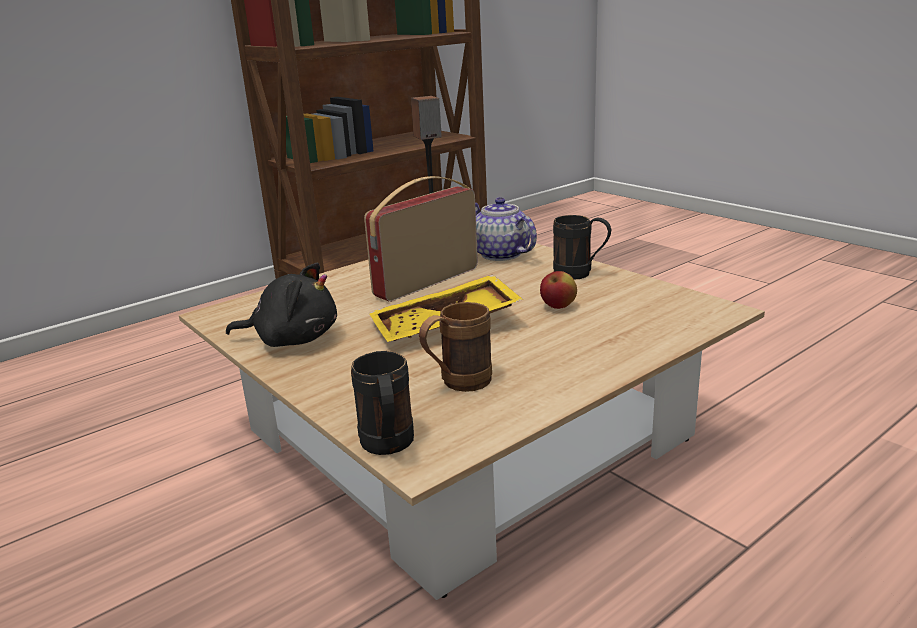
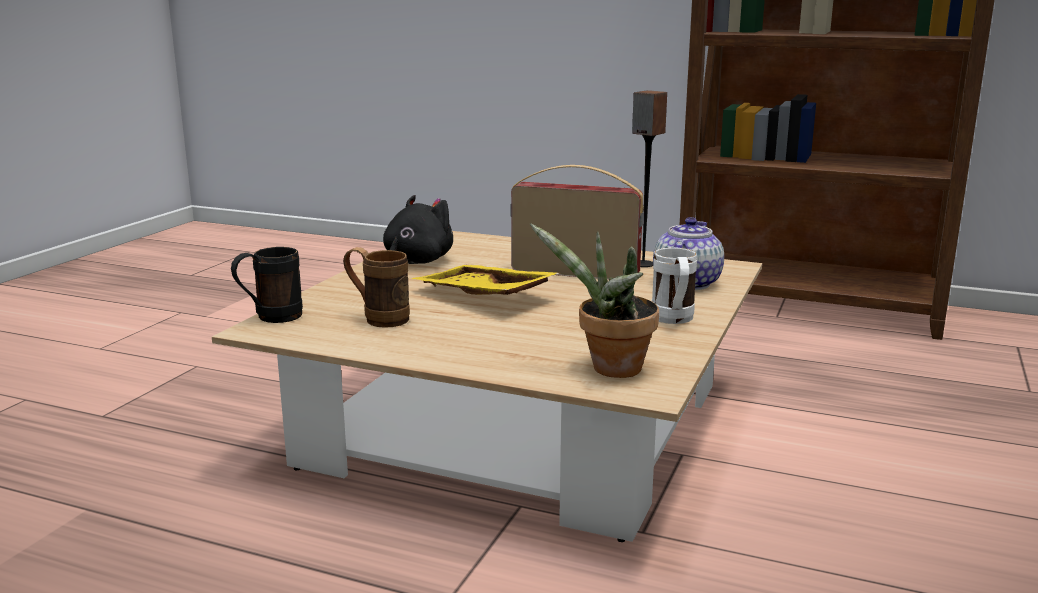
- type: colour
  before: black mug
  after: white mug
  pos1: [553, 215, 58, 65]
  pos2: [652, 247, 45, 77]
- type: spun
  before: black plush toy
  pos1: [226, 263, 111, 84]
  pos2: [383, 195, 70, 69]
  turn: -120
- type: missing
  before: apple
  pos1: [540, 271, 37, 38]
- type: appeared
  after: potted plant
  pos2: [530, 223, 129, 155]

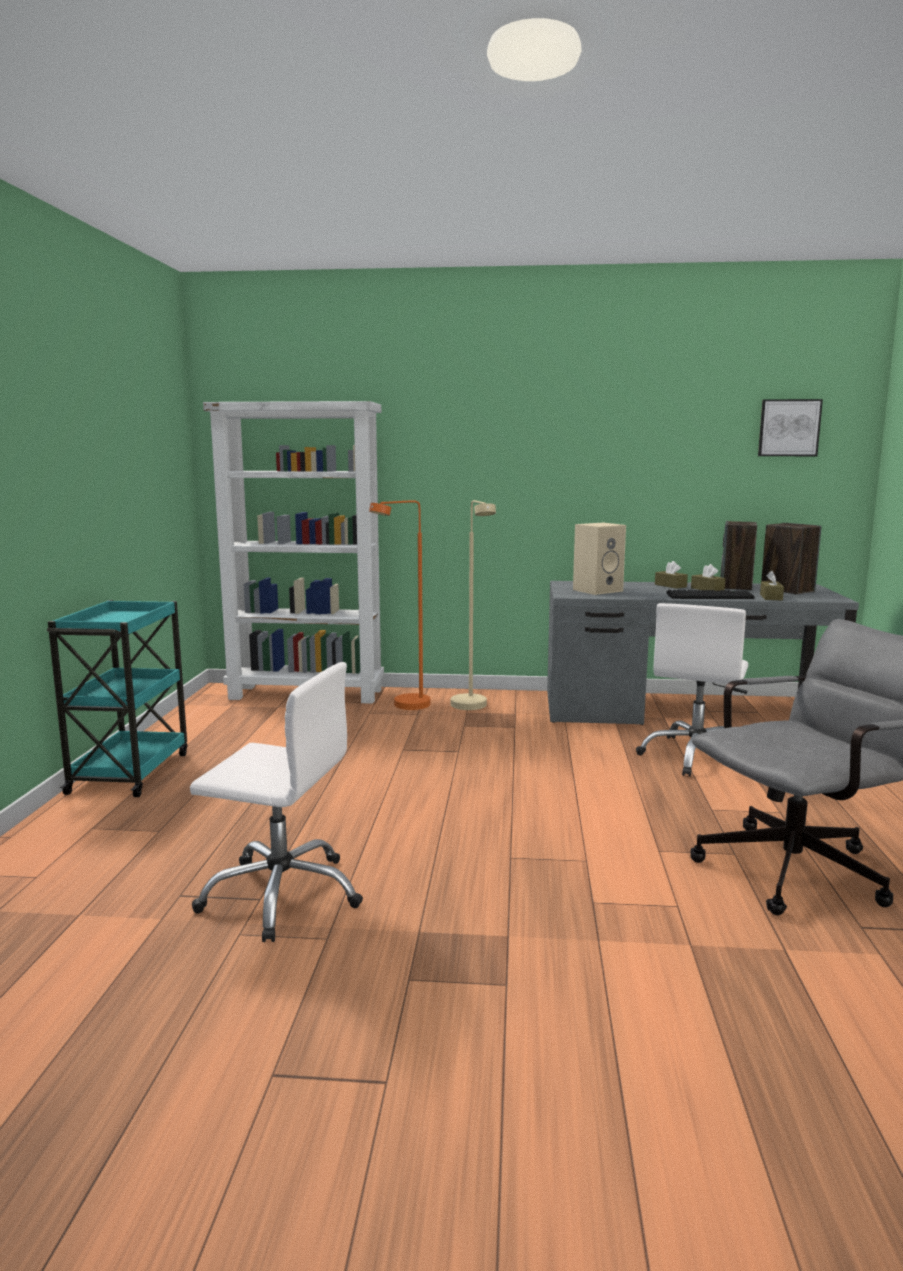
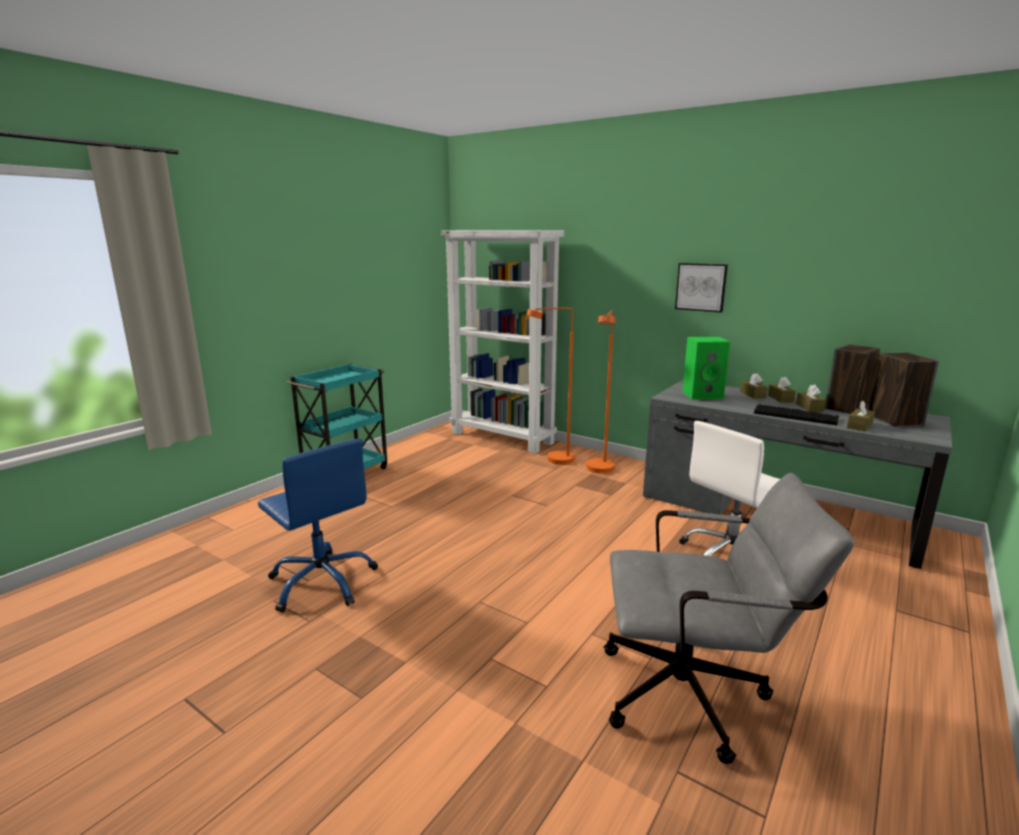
- type: relocated
  before: picture
  pos1: [758, 399, 65, 57]
  pos2: [675, 263, 53, 49]
- type: colour
  before: beige floor lamp
  after: orange floor lamp
  pos1: [451, 500, 45, 210]
  pos2: [586, 310, 30, 164]
- type: colour
  before: beige speaker
  after: green speaker
  pos1: [573, 523, 53, 72]
  pos2: [682, 337, 48, 62]
- type: colour
  before: white office chair
  after: blue office chair
  pos1: [190, 662, 173, 280]
  pos2: [258, 438, 120, 175]
- type: appeared
  after: brown tissue box
  pos2: [740, 373, 28, 26]

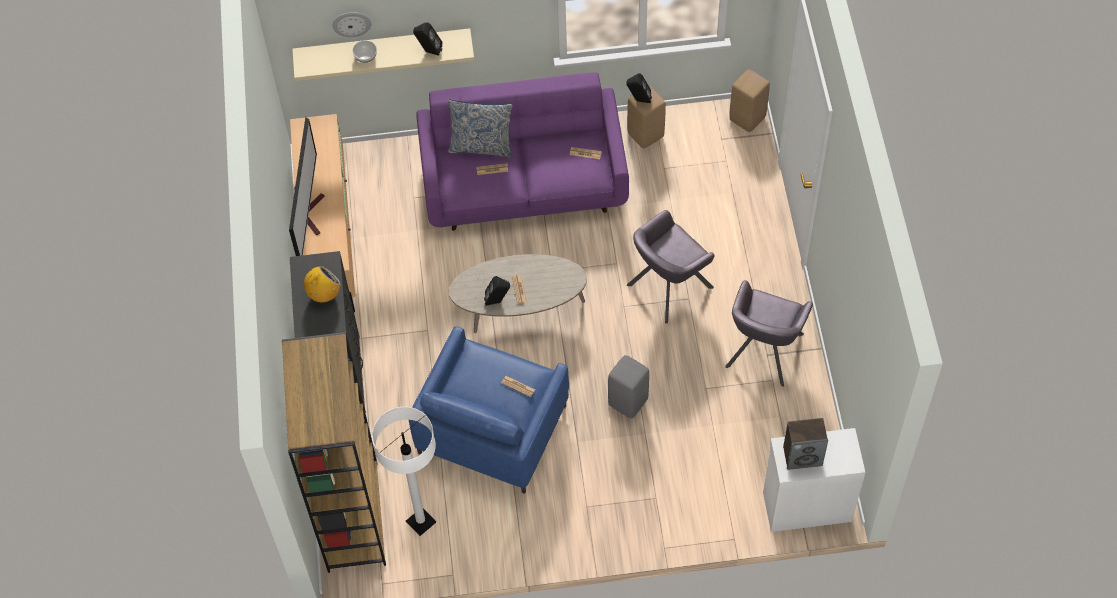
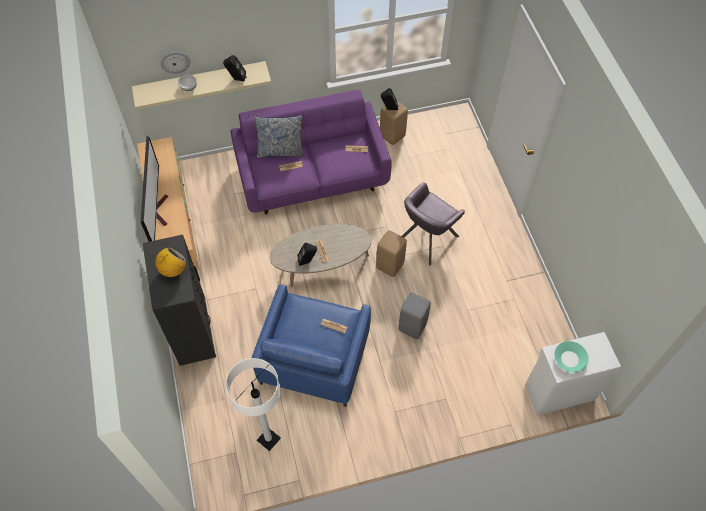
- type: relocated
  before: beige stool
  pos1: [729, 70, 41, 62]
  pos2: [376, 230, 31, 47]
- type: missing
  before: grey armchair
  pos1: [725, 280, 88, 107]
- type: missing
  before: brown bookcase
  pos1: [282, 332, 104, 241]
- type: exchanged
  before: speaker
  after: turquoise bowl
  pos1: [783, 418, 45, 52]
  pos2: [554, 341, 35, 32]

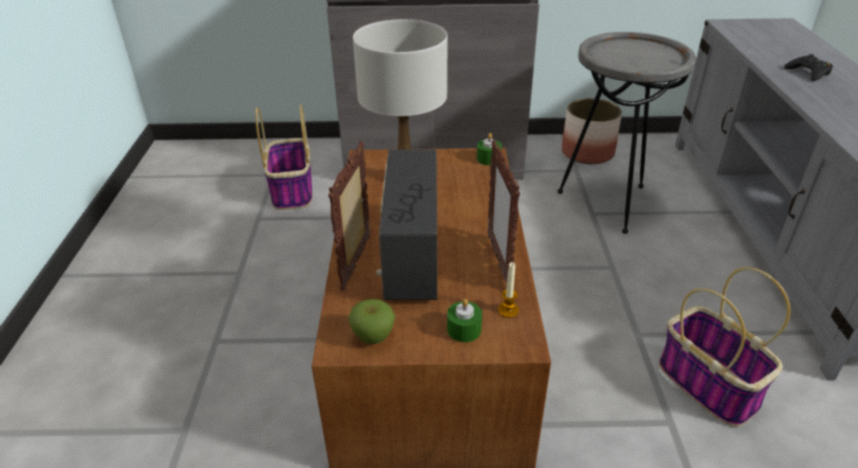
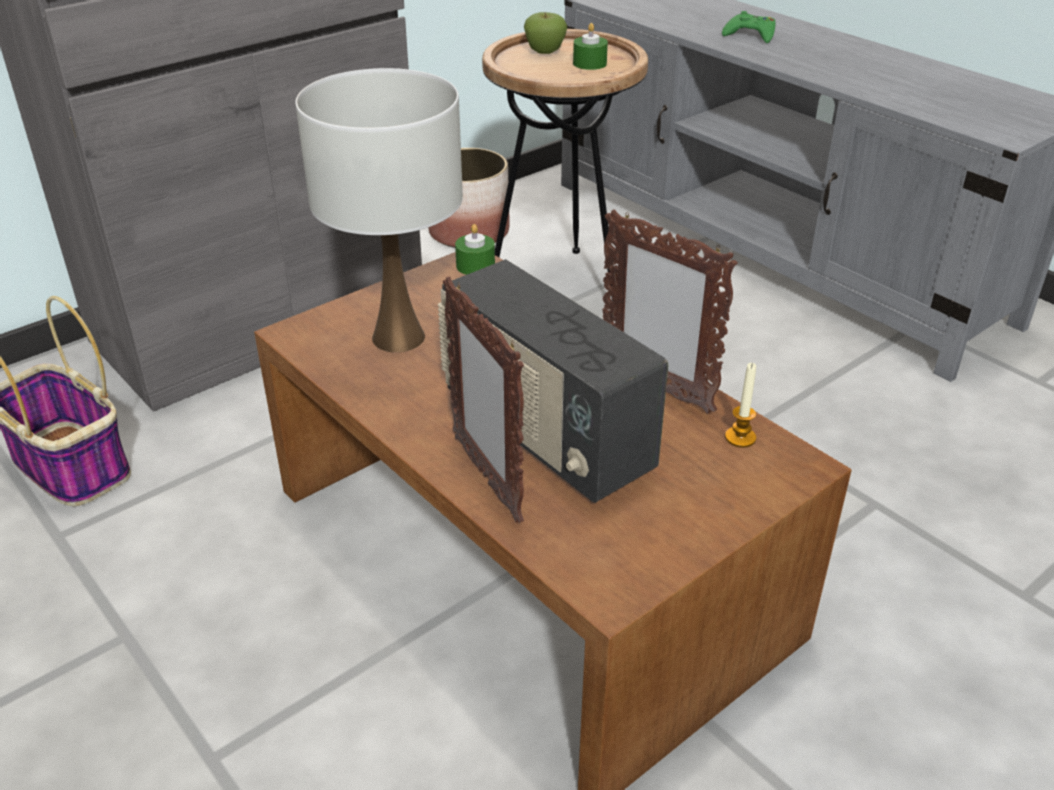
- type: colour
  before: grey side table
  after: brown side table
  pos1: [558, 32, 138, 202]
  pos2: [482, 29, 166, 272]
- type: colour
  before: black game controller
  after: green game controller
  pos1: [784, 54, 49, 27]
  pos2: [722, 11, 53, 32]
- type: missing
  before: basket
  pos1: [659, 267, 131, 160]
- type: relocated
  before: apple
  pos1: [348, 299, 47, 45]
  pos2: [524, 12, 44, 42]
- type: relocated
  before: green candle
  pos1: [447, 299, 35, 43]
  pos2: [573, 23, 35, 47]

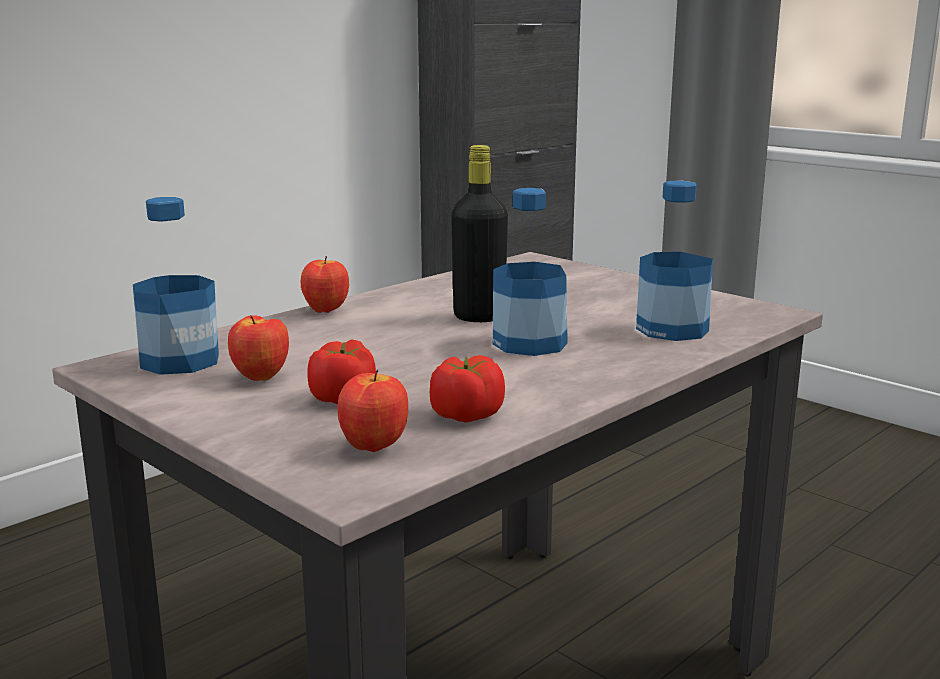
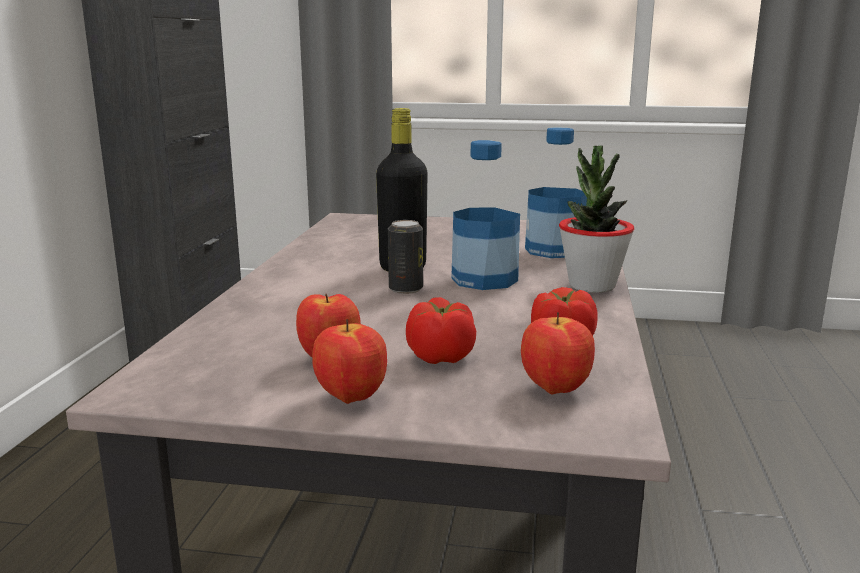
- type: missing
  before: bottle
  pos1: [133, 197, 86, 178]
- type: relocated
  before: apple
  pos1: [301, 256, 48, 57]
  pos2: [312, 319, 75, 85]
- type: appeared
  after: potted plant
  pos2: [559, 146, 75, 147]
- type: appeared
  after: can
  pos2: [388, 220, 35, 74]

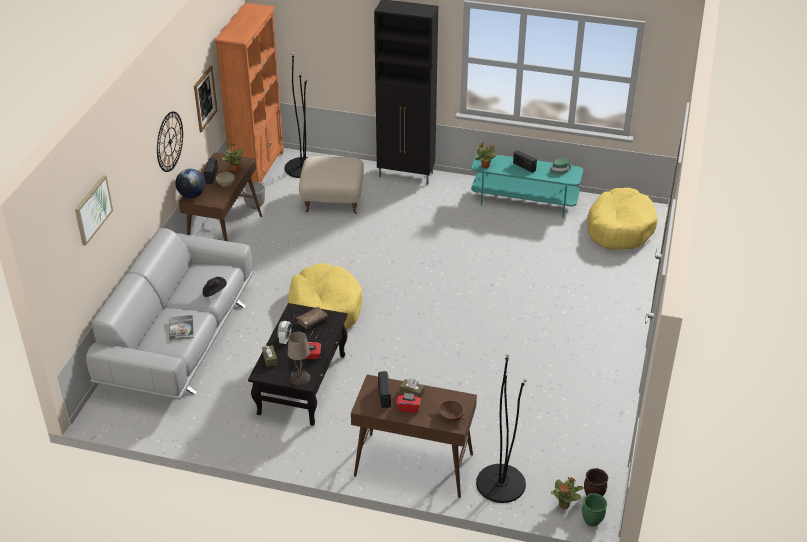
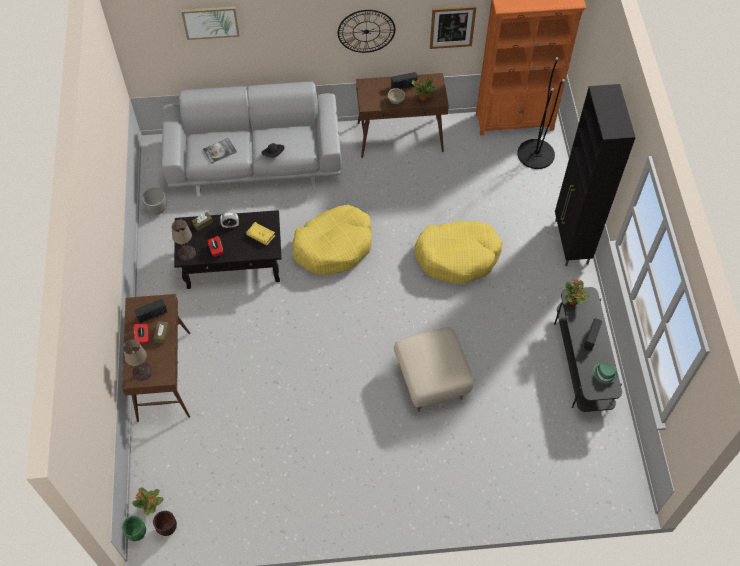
- type: colour
  before: turquoise tv stand
  after: grey tv stand
  pos1: [471, 155, 112, 63]
  pos2: [554, 287, 68, 125]
- type: relocated
  before: beige ottoman
  pos1: [299, 156, 65, 58]
  pos2: [394, 327, 80, 85]
- type: missing
  before: globe
  pos1: [176, 169, 29, 29]
- type: relocated
  before: planter
  pos1: [242, 182, 23, 27]
  pos2: [142, 188, 25, 27]
- type: relocated
  before: yellow dog bed
  pos1: [587, 188, 71, 62]
  pos2: [414, 221, 88, 63]
- type: colour
  before: brown book
  after: yellow book
  pos1: [296, 307, 32, 22]
  pos2: [246, 222, 29, 23]
- type: missing
  before: black floor lamp
  pos1: [476, 354, 51, 149]
- type: exchanged
  before: brown bowl
  after: beige table lamp
  pos1: [436, 400, 30, 21]
  pos2: [123, 340, 30, 41]

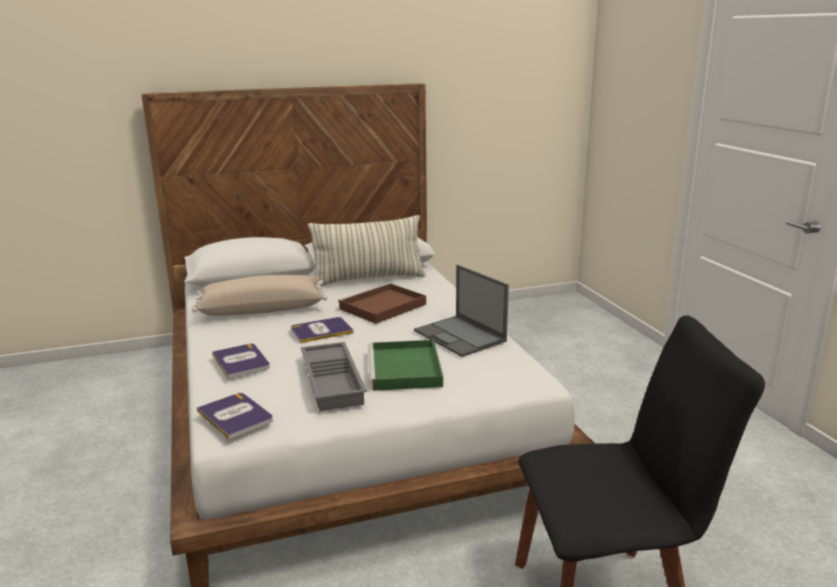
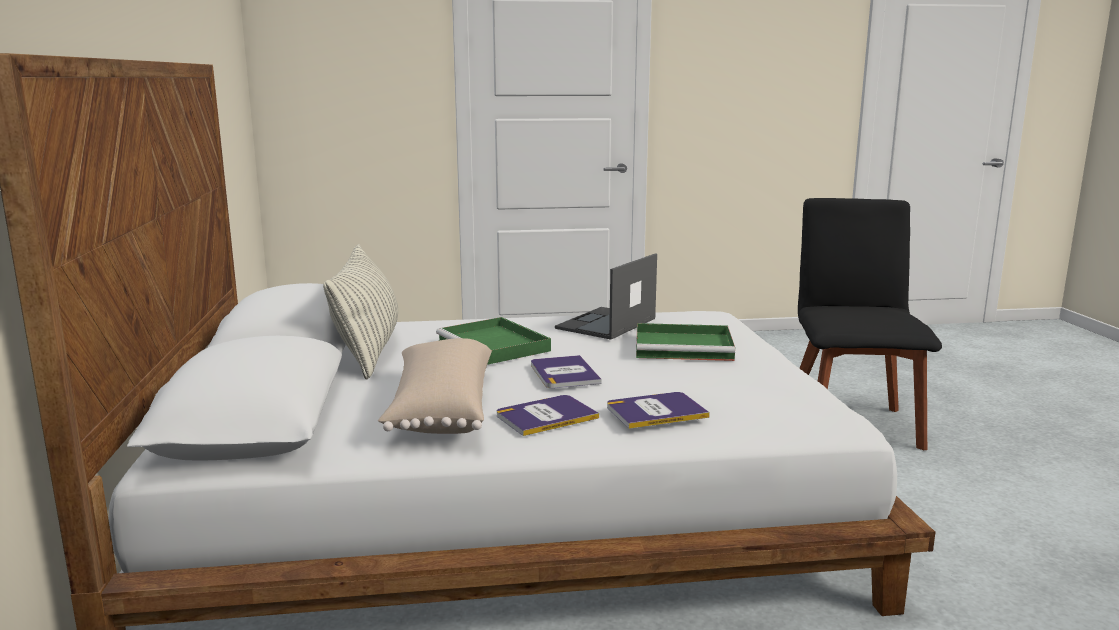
- type: spun
  before: laptop
  pos1: [414, 265, 95, 92]
  pos2: [555, 253, 102, 86]
  turn: 150
- type: colour
  before: brown tray
  after: green tray
  pos1: [338, 283, 88, 41]
  pos2: [436, 317, 115, 48]
- type: missing
  before: grey tray
  pos1: [301, 342, 66, 70]
- type: relocated
  before: book
  pos1: [197, 393, 76, 46]
  pos2: [497, 395, 102, 41]

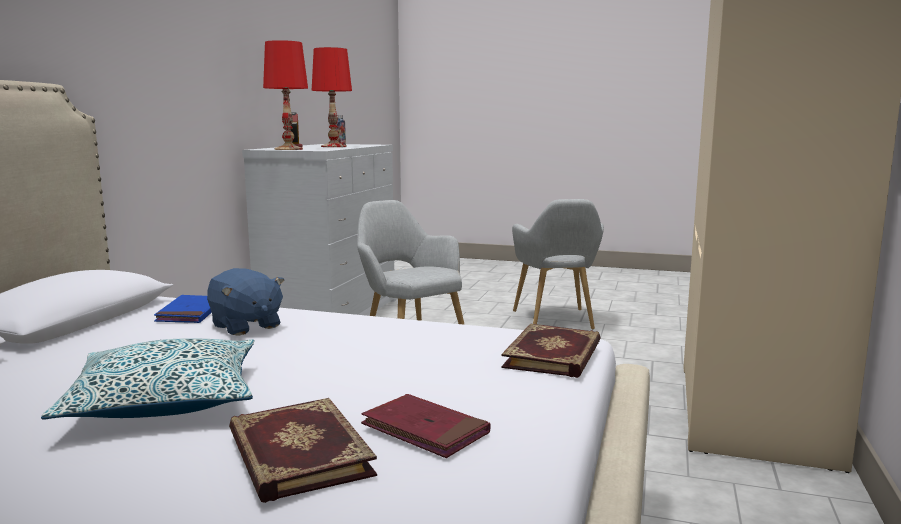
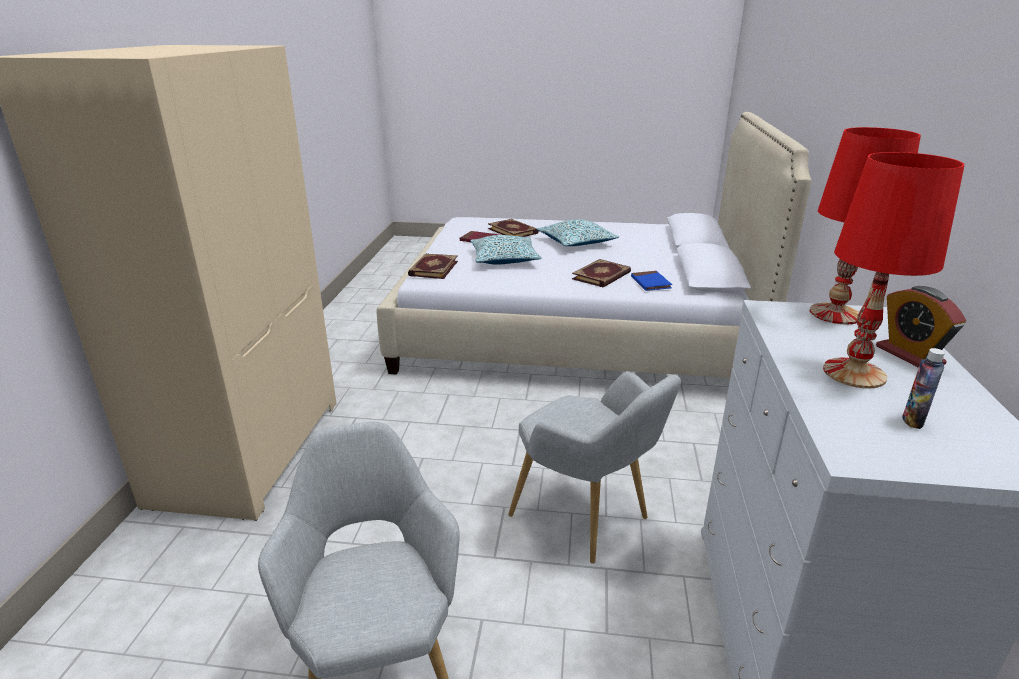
- type: exchanged
  before: blue plush toy
  after: book
  pos1: [207, 268, 77, 68]
  pos2: [572, 259, 59, 28]
- type: appeared
  after: pillow
  pos2: [470, 235, 72, 30]

